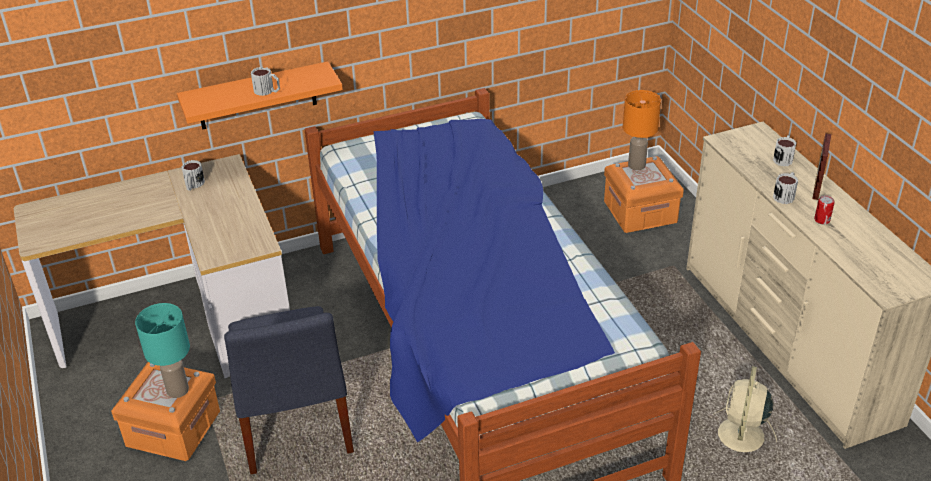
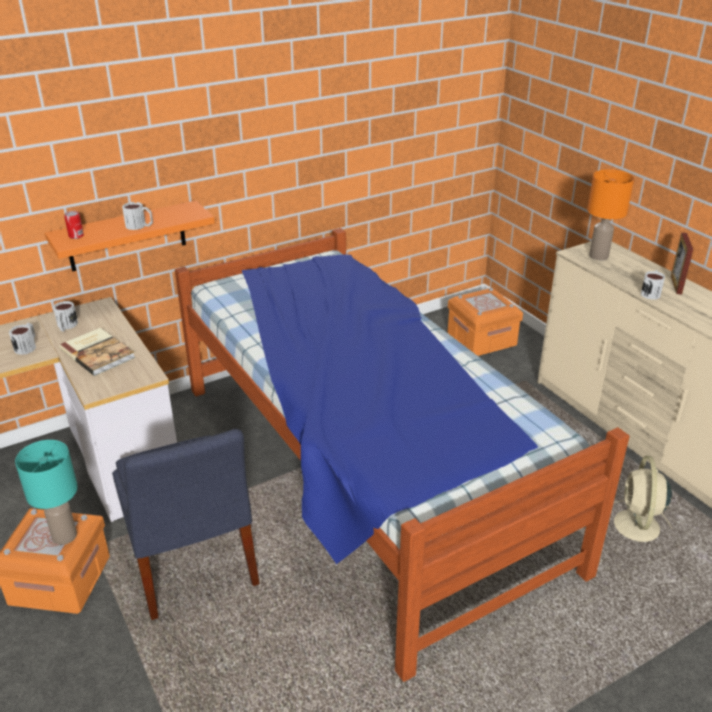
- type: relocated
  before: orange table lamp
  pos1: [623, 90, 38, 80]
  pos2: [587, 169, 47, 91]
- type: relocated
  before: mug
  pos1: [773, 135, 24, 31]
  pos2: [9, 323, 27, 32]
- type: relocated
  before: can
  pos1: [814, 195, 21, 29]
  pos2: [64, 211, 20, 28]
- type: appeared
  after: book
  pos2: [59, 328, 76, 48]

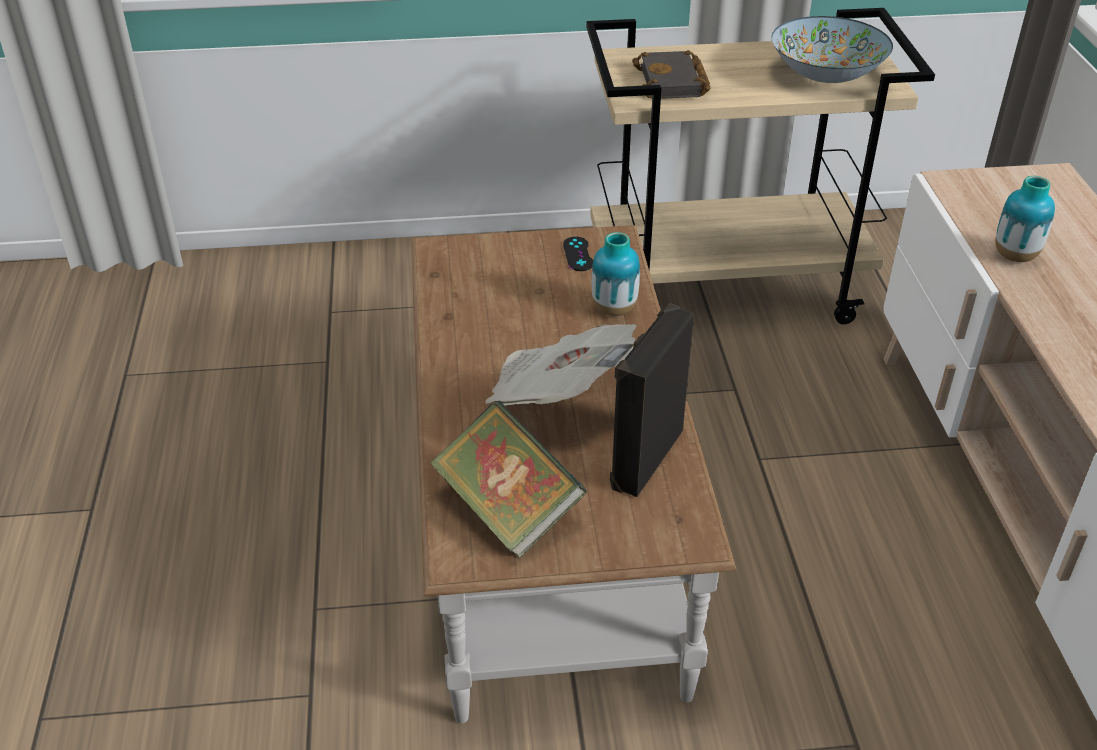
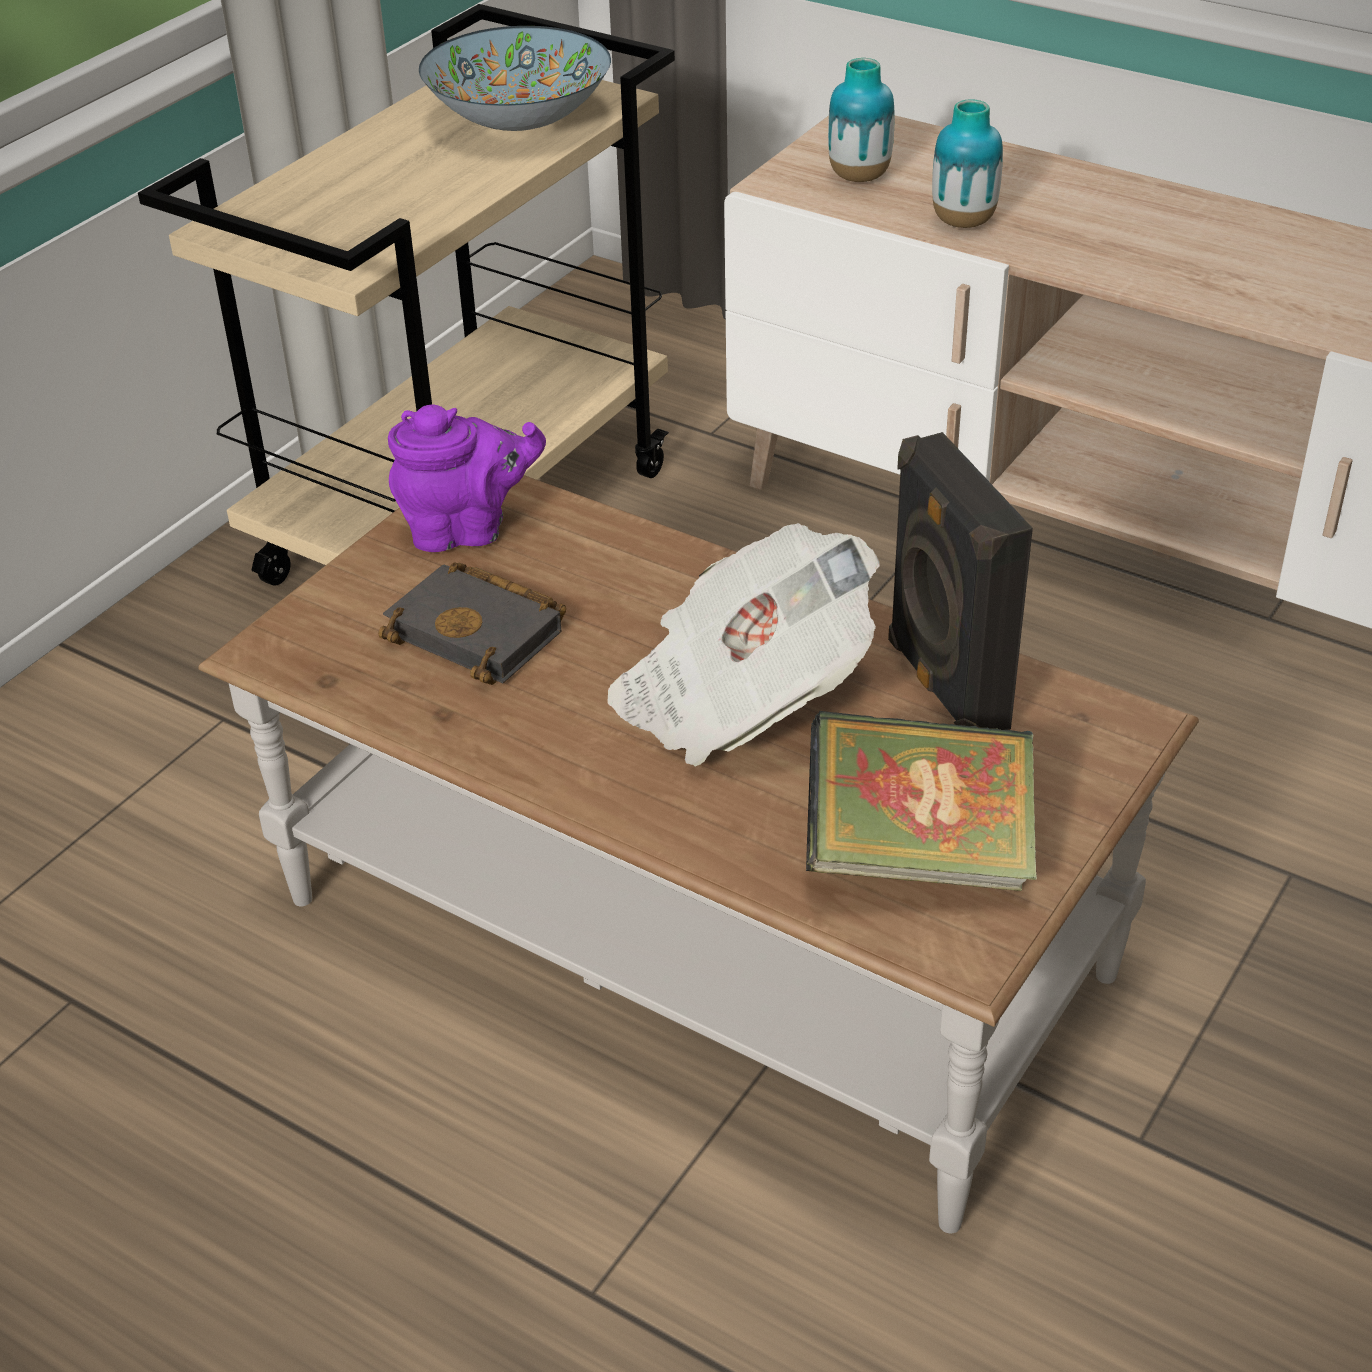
- type: relocated
  before: black book
  pos1: [632, 50, 79, 49]
  pos2: [378, 562, 188, 123]
- type: relocated
  before: vase
  pos1: [592, 232, 48, 84]
  pos2: [828, 58, 67, 124]
- type: exchanged
  before: black game controller
  after: purple teapot
  pos1: [563, 237, 30, 34]
  pos2: [388, 405, 158, 147]

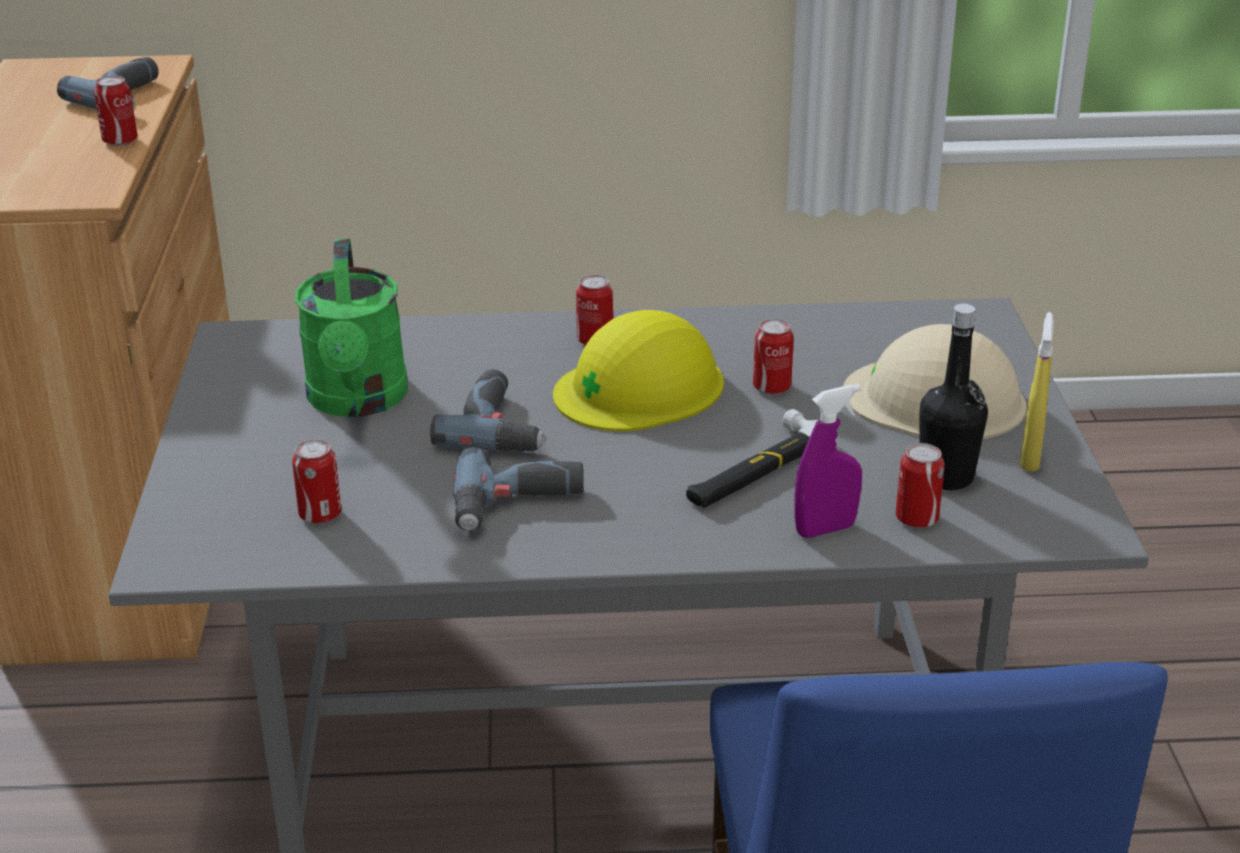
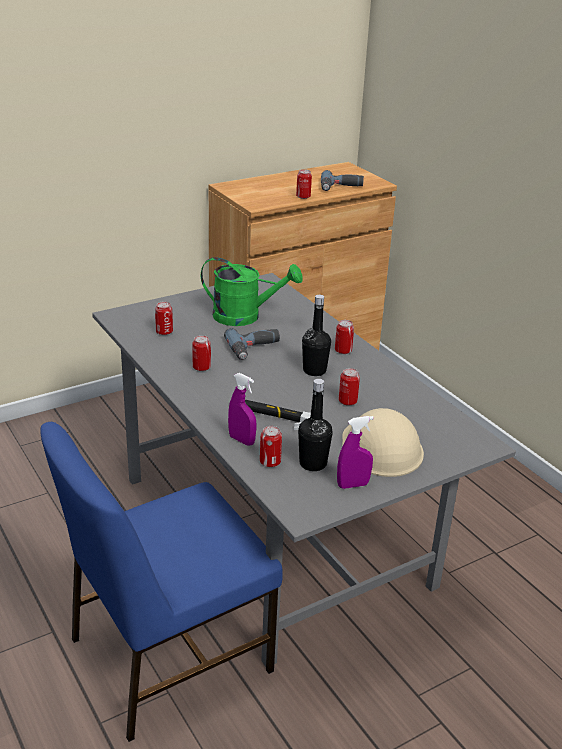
- type: spun
  before: green watering can
  pos1: [295, 238, 113, 179]
  pos2: [201, 257, 101, 69]
  turn: -135
- type: exchanged
  before: yellow hard hat
  after: black bottle
  pos1: [553, 310, 171, 121]
  pos2: [302, 295, 29, 81]
- type: colour
  before: yellow spray bottle
  after: purple spray bottle
  pos1: [1020, 312, 34, 160]
  pos2: [337, 416, 37, 73]
- type: exchanged
  before: power drill
  after: can
  pos1: [453, 447, 130, 84]
  pos2: [192, 335, 19, 36]

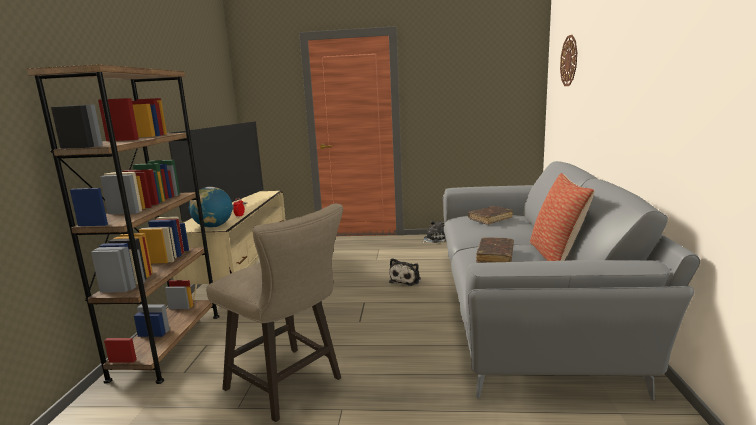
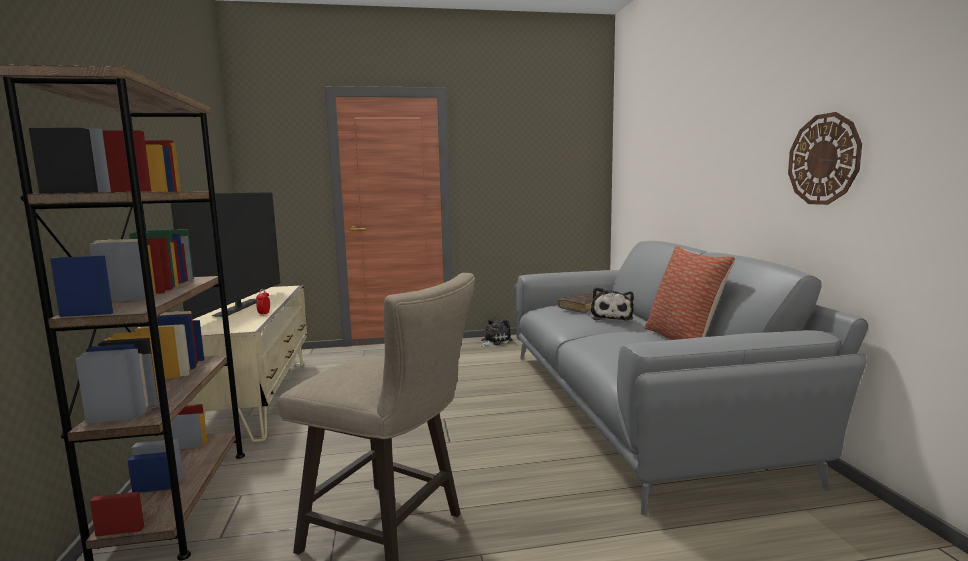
- type: relocated
  before: wall clock
  pos1: [560, 35, 17, 51]
  pos2: [788, 112, 74, 93]
- type: missing
  before: globe
  pos1: [189, 187, 43, 41]
- type: missing
  before: brown book
  pos1: [476, 237, 38, 26]
- type: relocated
  before: plush toy
  pos1: [389, 258, 32, 28]
  pos2: [591, 287, 43, 33]

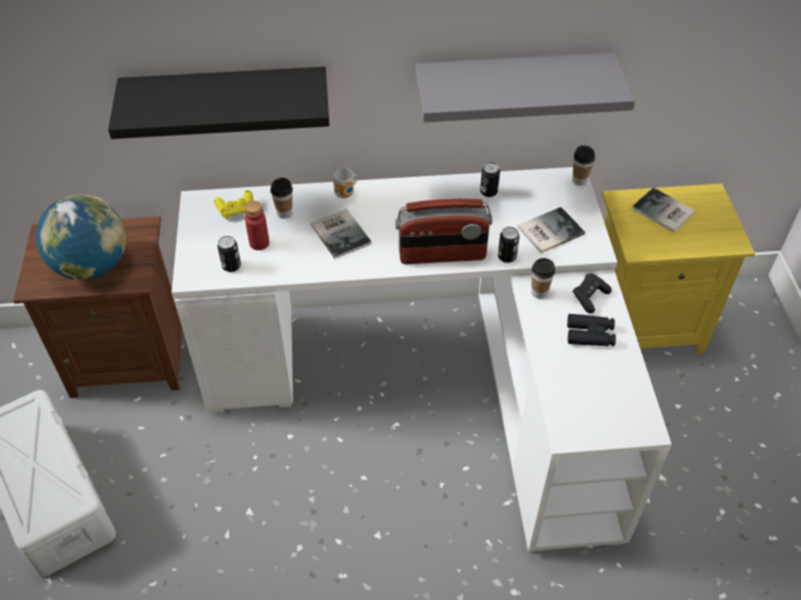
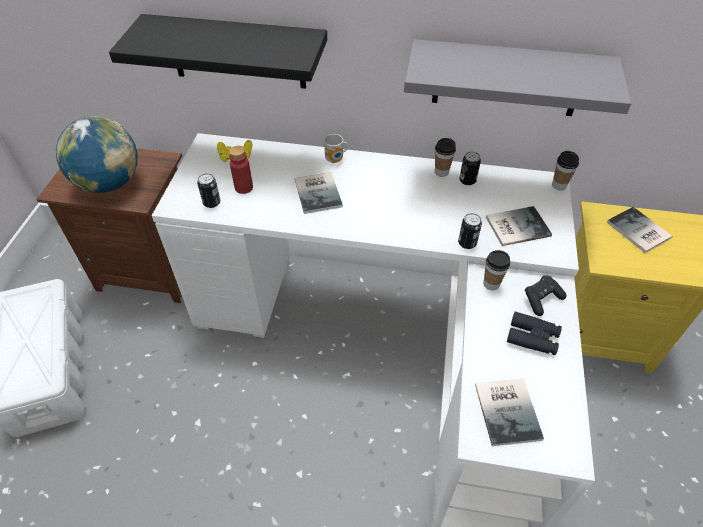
- type: relocated
  before: cup
  pos1: [270, 178, 23, 41]
  pos2: [435, 138, 21, 39]
- type: missing
  before: radio
  pos1: [396, 199, 96, 65]
- type: appeared
  after: book
  pos2: [475, 379, 69, 67]

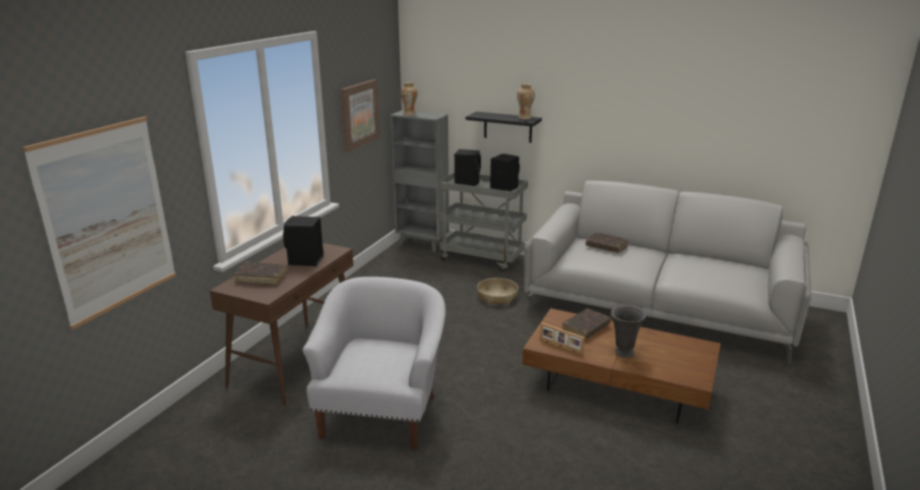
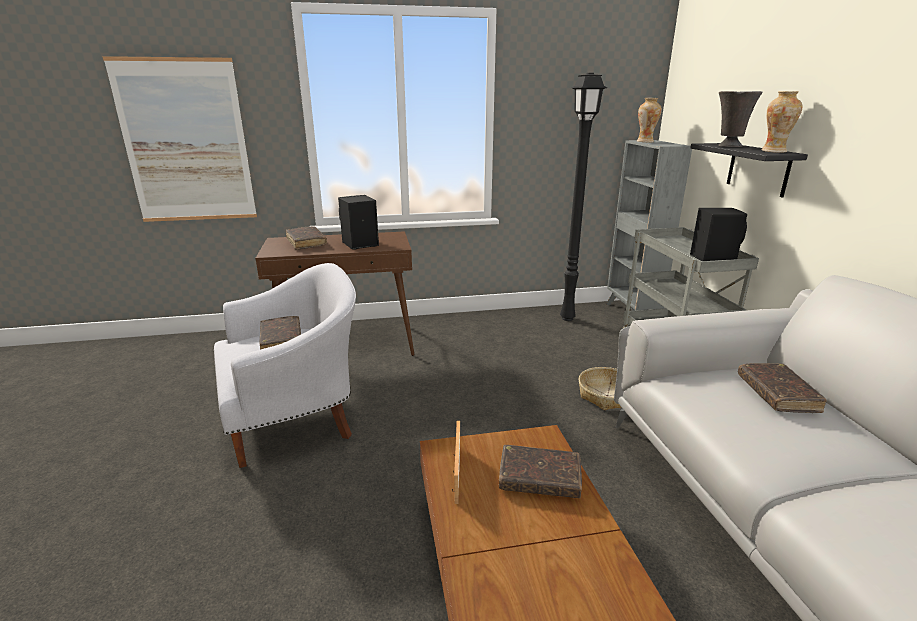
- type: missing
  before: picture
  pos1: [340, 79, 40, 73]
- type: missing
  before: black speaker
  pos1: [454, 149, 27, 37]
- type: relocated
  before: grey vase
  pos1: [611, 305, 35, 53]
  pos2: [718, 91, 44, 56]
- type: appeared
  after: black floor lamp
  pos2: [560, 73, 47, 248]
- type: appeared
  after: brown book
  pos2: [259, 316, 42, 34]

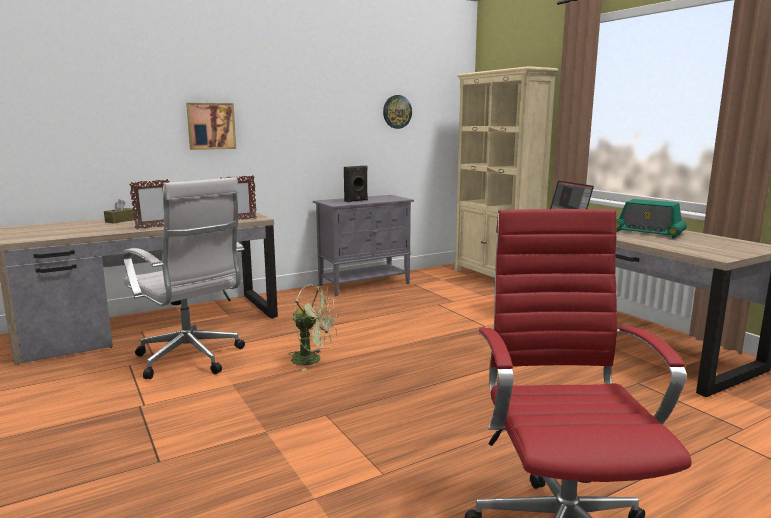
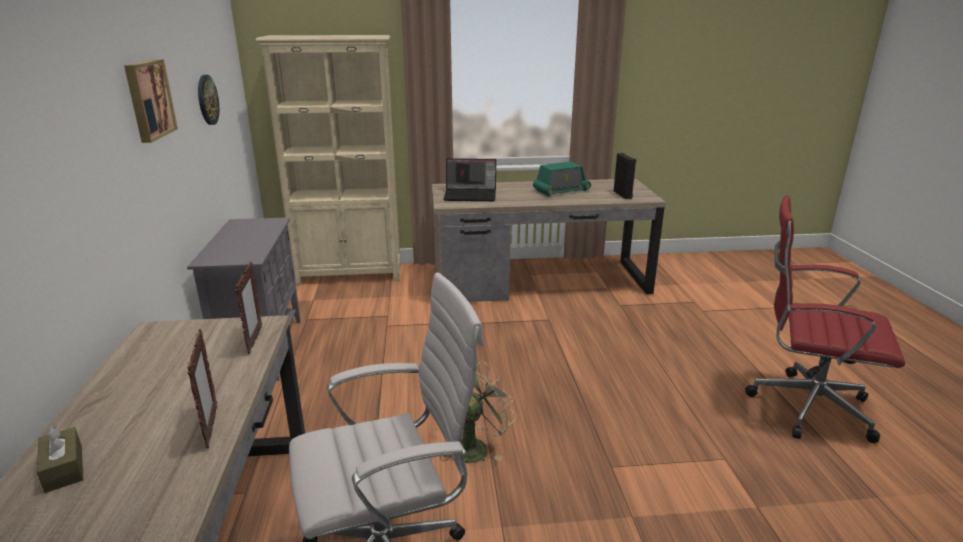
- type: relocated
  before: picture
  pos1: [186, 103, 50, 47]
  pos2: [124, 59, 54, 84]
- type: relocated
  before: black speaker
  pos1: [344, 166, 24, 36]
  pos2: [614, 153, 22, 46]

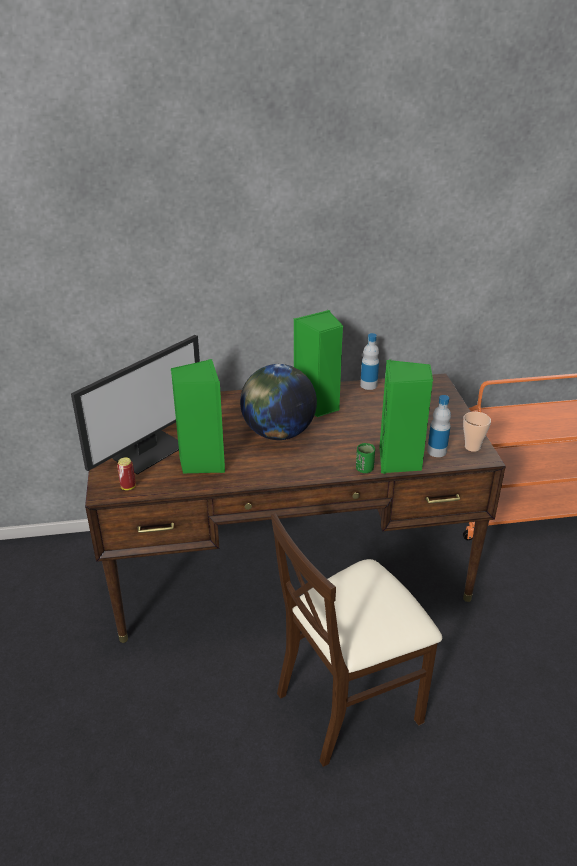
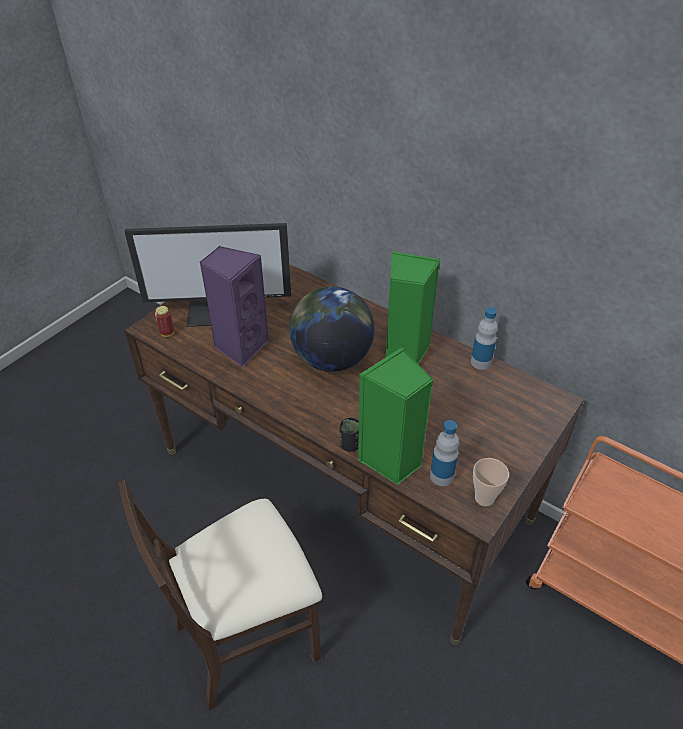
- type: colour
  before: green speaker
  after: purple speaker
  pos1: [171, 359, 54, 114]
  pos2: [200, 246, 69, 121]
- type: colour
  before: green cup
  after: black cup
  pos1: [356, 443, 19, 30]
  pos2: [340, 418, 19, 34]
- type: spun
  before: beige chair
  pos1: [271, 513, 171, 254]
  pos2: [118, 480, 204, 230]
  turn: -45

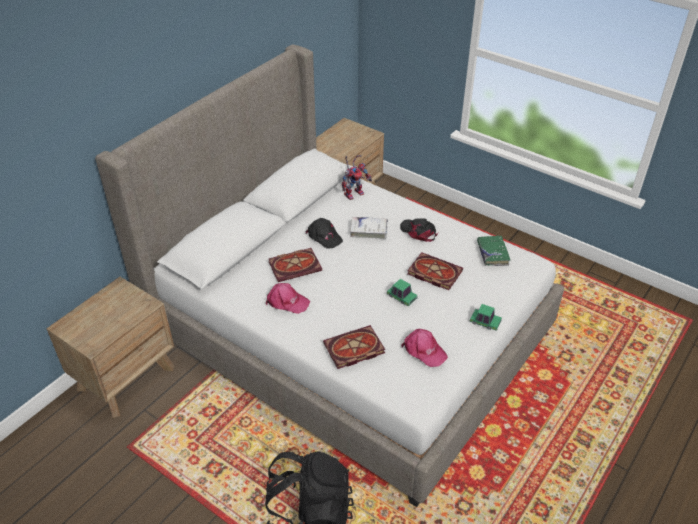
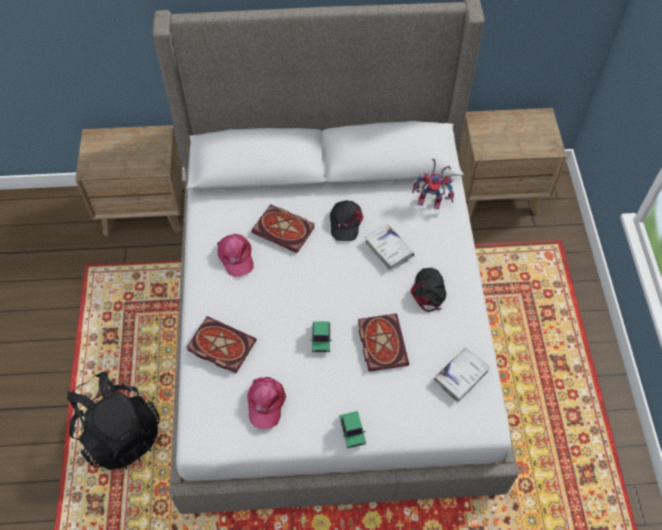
- type: colour
  before: green book
  after: white book
  pos1: [477, 236, 33, 30]
  pos2: [434, 348, 56, 54]

